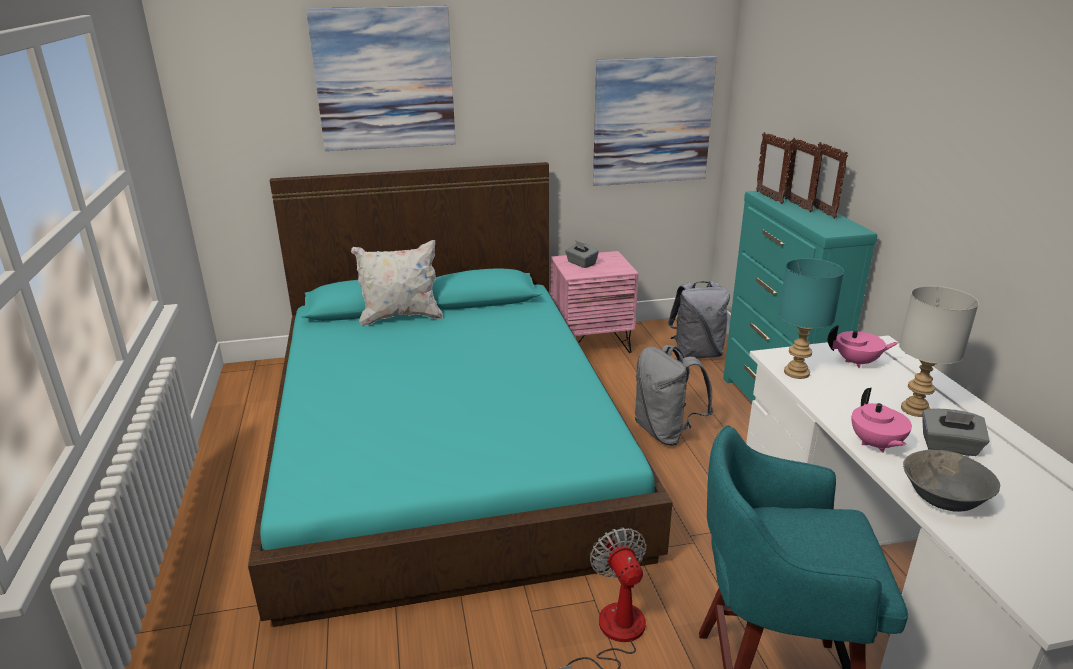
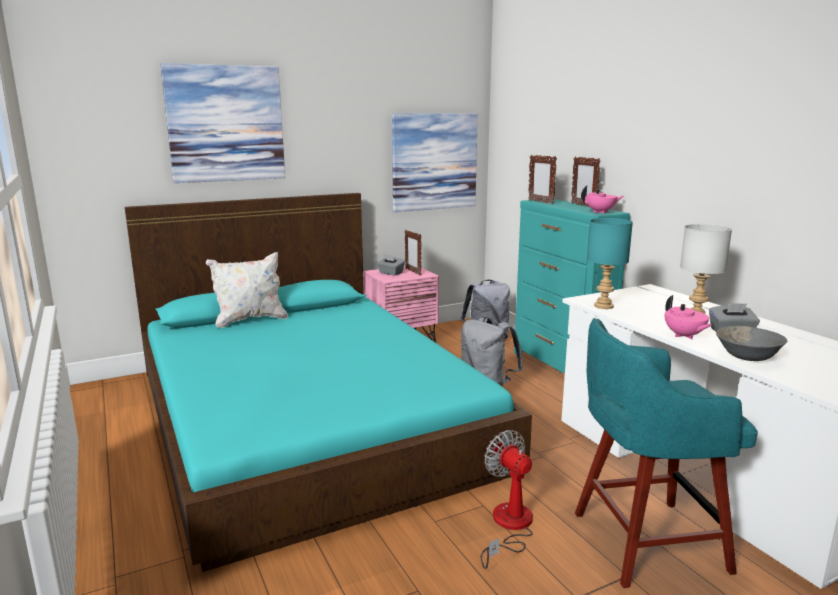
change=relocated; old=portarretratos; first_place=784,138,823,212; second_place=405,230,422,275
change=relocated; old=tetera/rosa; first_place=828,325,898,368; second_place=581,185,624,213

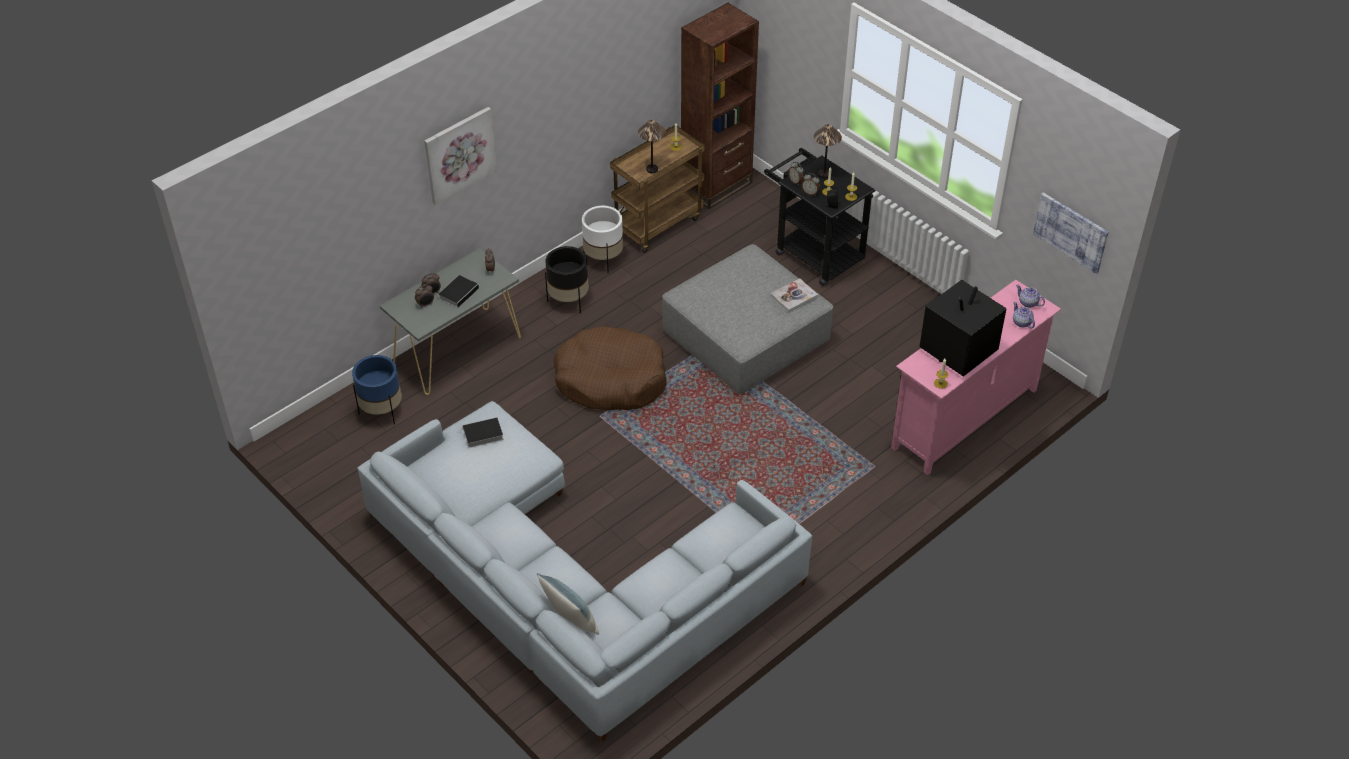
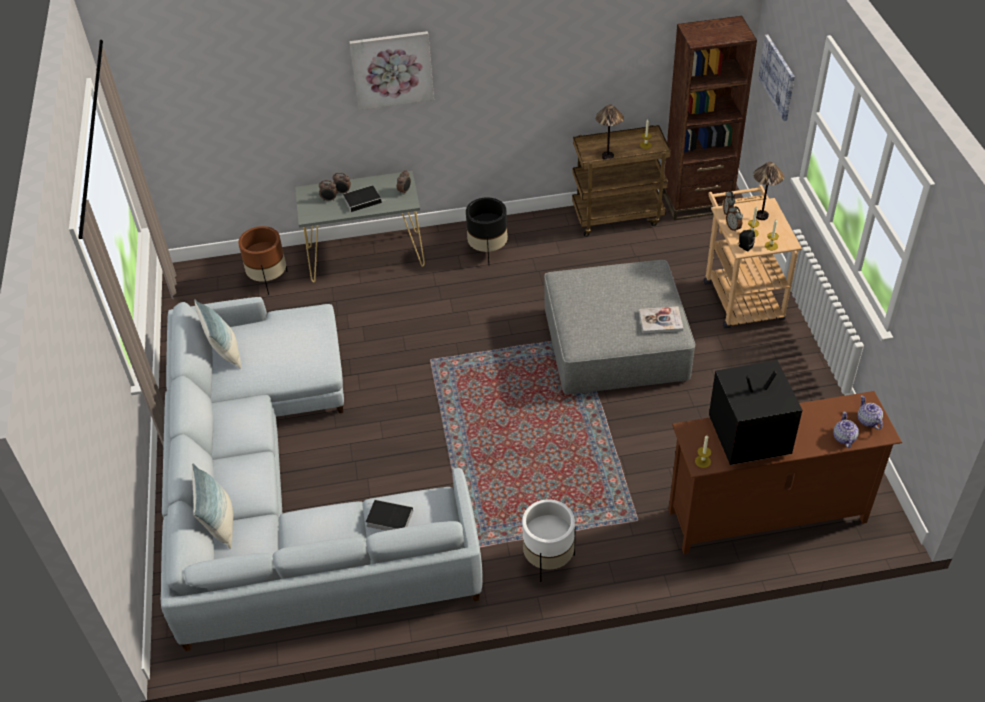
change=missing; old=cama para perro/marrón; first_place=553,326,666,410
change=appeared; new=cojín; second_place=194,300,241,369
change=relocated; old=libro; first_place=457,417,503,448; second_place=366,499,413,531
change=relocated; old=maceta/blanco; first_place=582,206,623,273; second_place=522,499,576,582
change=relocated; old=cuadro; first_place=1033,192,1108,274; second_place=758,34,795,121
change=colour; old=maceta/azul; new=maceta/marrón; first_place=352,355,402,425; second_place=238,226,288,295
change=colour; old=carrito/negro; new=carrito/beis; first_place=764,148,875,286; second_place=704,185,802,329
change=colour; old=mueble de televisión/rosa; new=mueble de televisión/marrón; first_place=891,280,1061,475; second_place=668,391,902,554

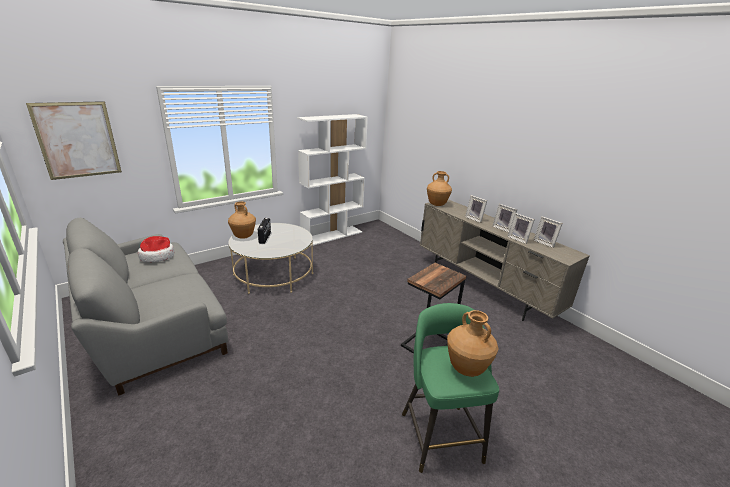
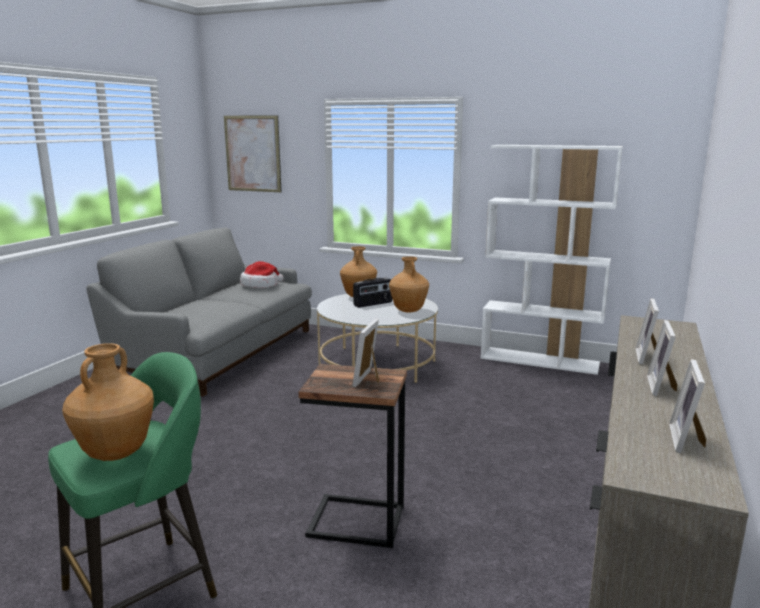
change=relocated; old=florero/marrón; first_place=427,171,452,206; second_place=389,256,429,313
change=relocated; old=portarretratos; first_place=507,213,535,244; second_place=352,319,379,387

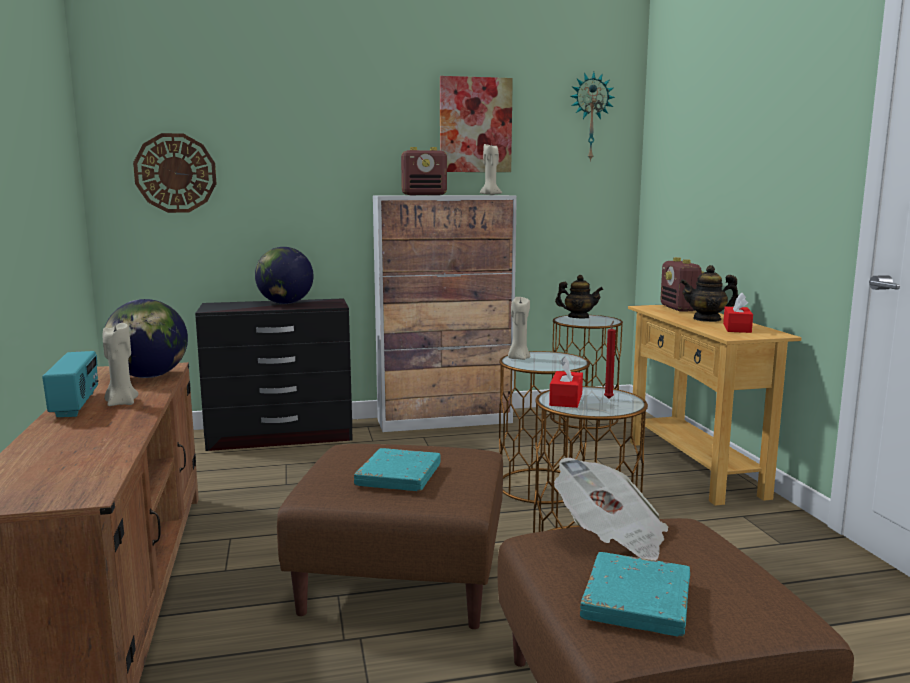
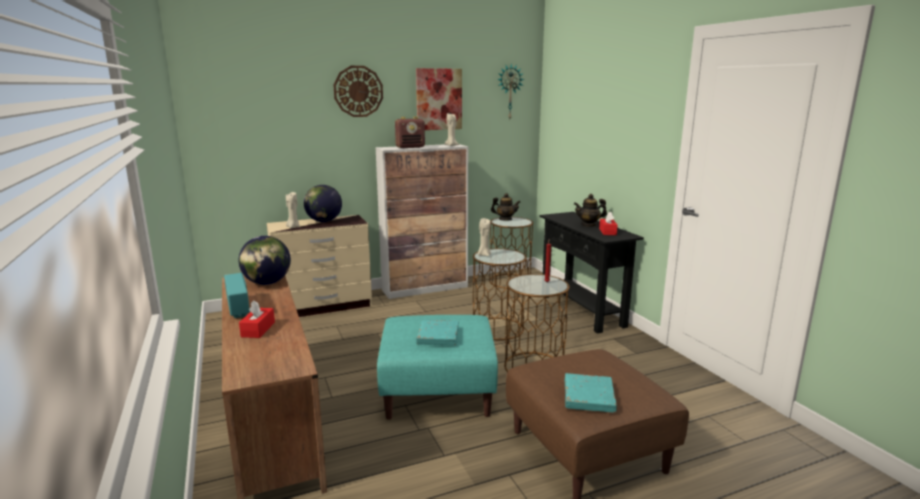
change=missing; old=periódico; first_place=554,457,668,560
change=missing; old=radio; first_place=660,257,703,312
change=relocated; old=vela/beis; first_place=103,323,138,406; second_place=286,192,300,228
change=relocated; old=reloj de pared; first_place=133,133,216,213; second_place=334,66,383,117
change=relocated; old=caja de pañuelos/rojo; first_place=549,356,583,408; second_place=239,300,275,338
change=colour; old=cómoda/negro; new=cómoda/beis; first_place=195,298,353,451; second_place=267,215,372,317
change=colour; old=puf/marrón; new=puf/turquesa; first_place=277,444,503,629; second_place=377,315,498,420
change=colour; old=mesa consola/beis; new=mesa consola/negro; first_place=628,305,802,506; second_place=540,212,644,334

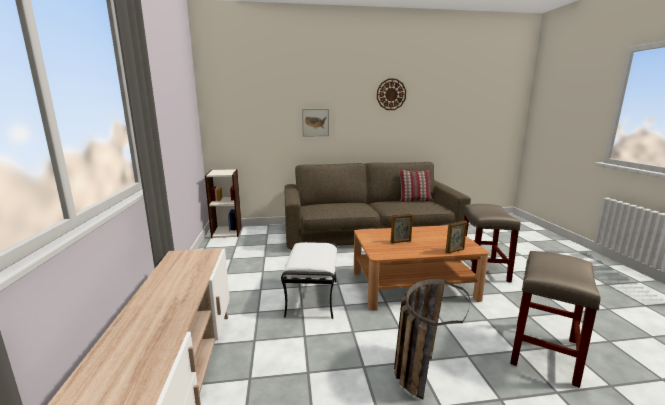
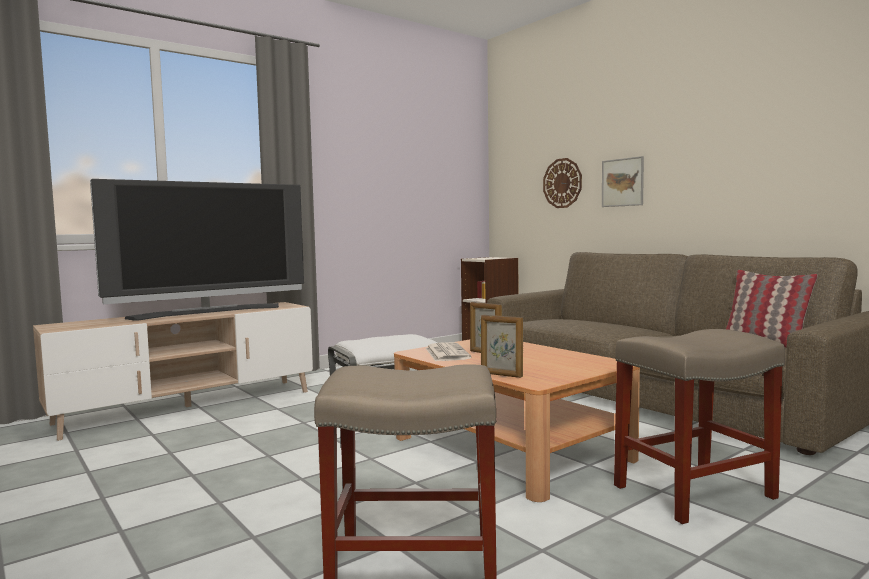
change=missing; old=cesta; first_place=394,279,470,399
change=appeared; new=televisor; second_place=90,179,304,321
change=appeared; new=periódico; second_place=426,342,471,361
change=relocated; old=reloj de pared; first_place=377,79,406,110; second_place=543,158,582,208

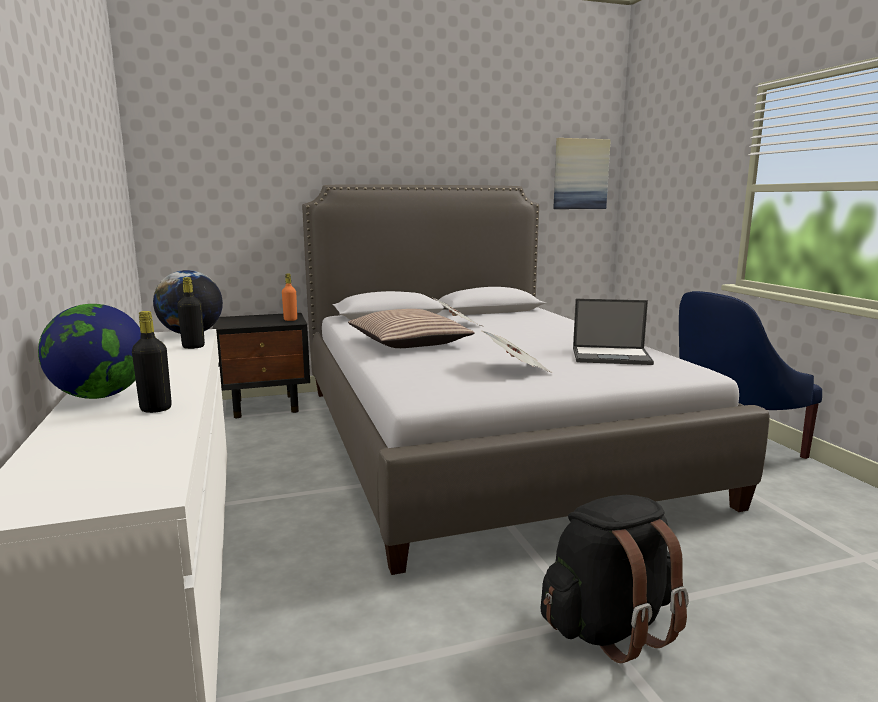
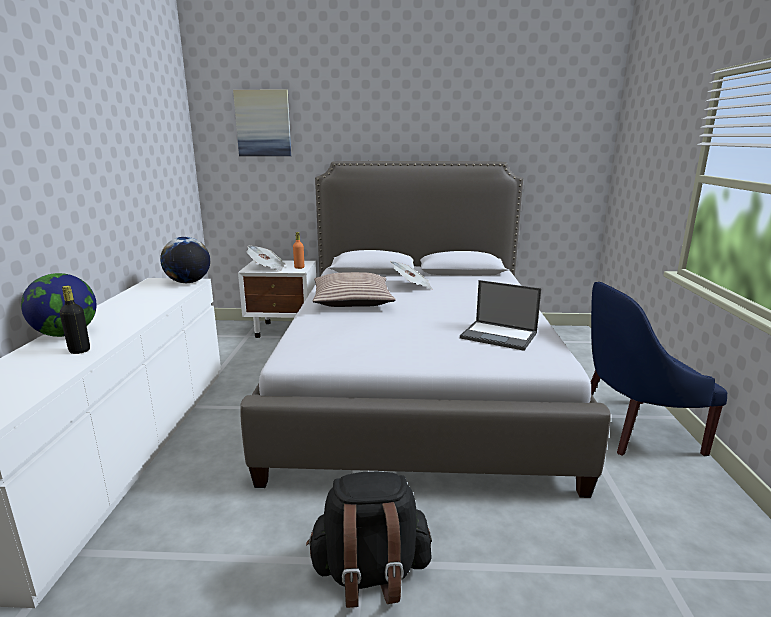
change=missing; old=botella/negro; first_place=177,277,205,349
change=relocated; old=periódico; first_place=480,330,554,373; second_place=246,245,285,271
change=relocated; old=cuadro; first_place=553,138,611,209; second_place=233,90,292,156
change=colour; old=mesita de noche/negro; new=mesita de noche/blanco; first_place=213,313,310,418; second_place=238,260,316,338

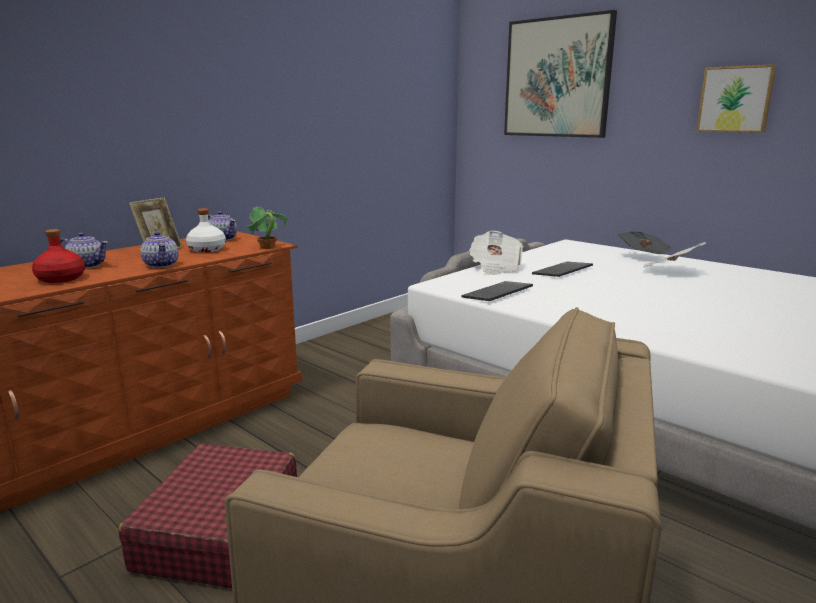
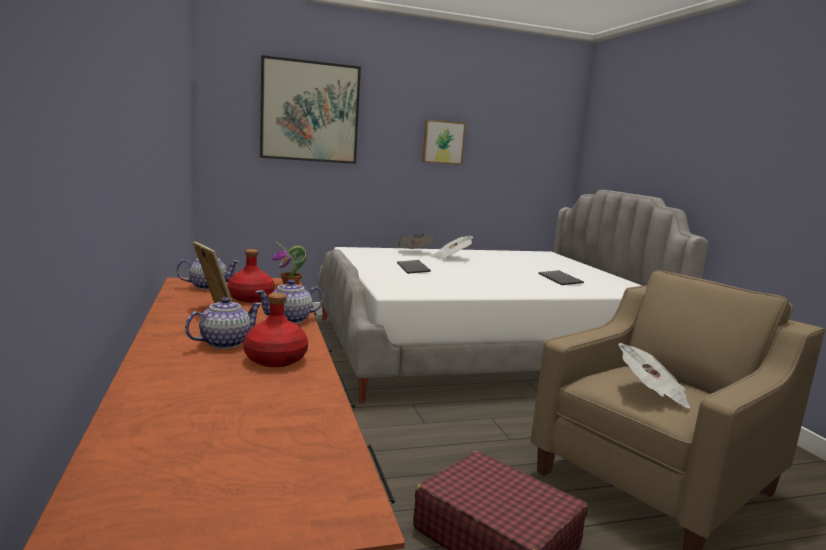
change=relocated; old=teclado; first_place=461,281,533,301; second_place=538,270,584,285
change=relocated; old=periódico; first_place=469,231,523,275; second_place=618,343,691,409
change=colour; old=botella/blanco; new=botella/rojo; first_place=186,208,226,253; second_place=227,249,275,303
change=spun; old=tetera; first_place=140,231,178,268; second_place=256,280,324,324; degrees=150

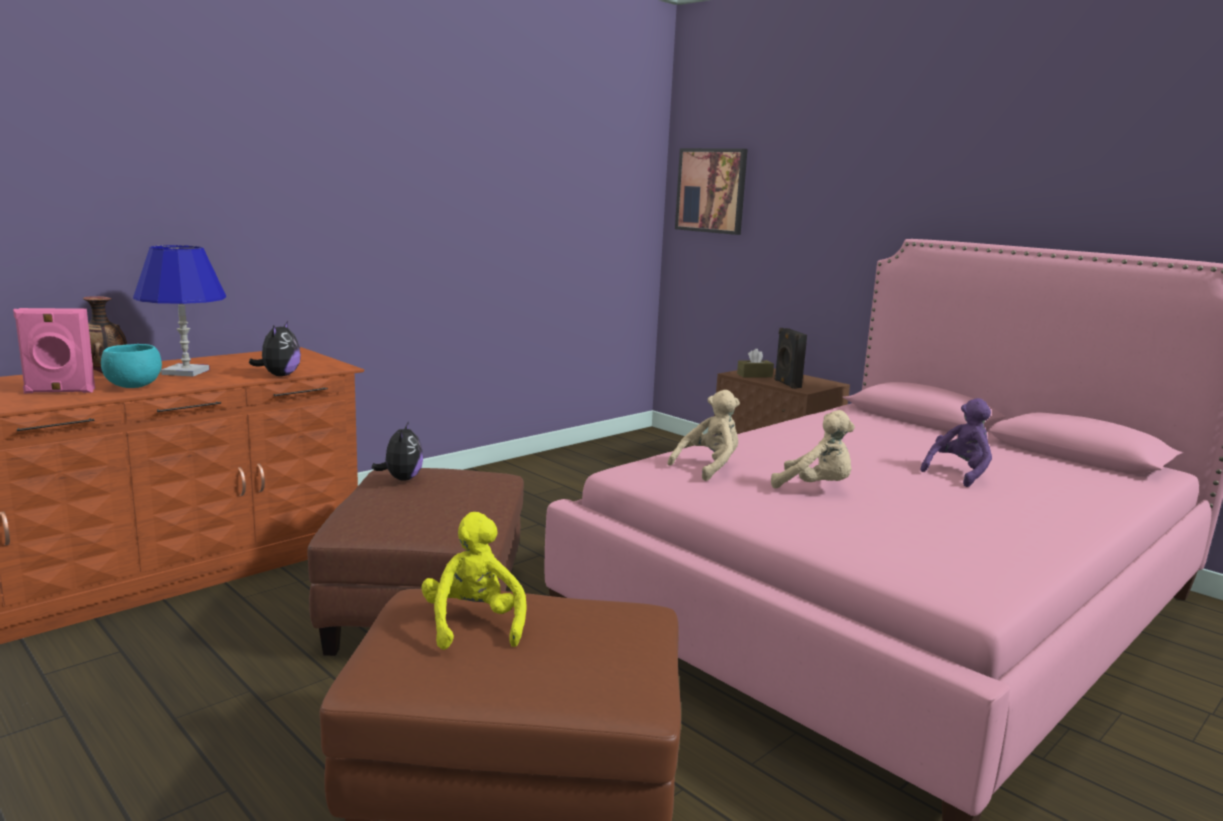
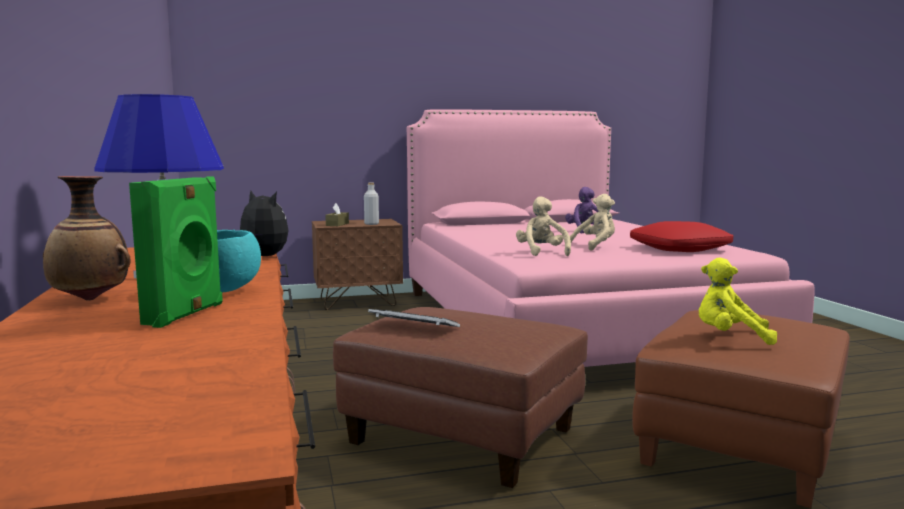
change=missing; old=cuadro; first_place=675,148,748,235
change=appeared; new=cojín/rojo; second_place=630,221,733,252
change=exchanged; old=peluche; new=teclado; first_place=372,421,423,481; second_place=368,309,460,327
change=exchanged; old=altavoz/negro; new=botella/gris; first_place=774,328,807,389; second_place=364,183,379,225
change=colour; old=altavoz/rosa; new=altavoz/verde; first_place=13,308,95,393; second_place=129,176,223,328

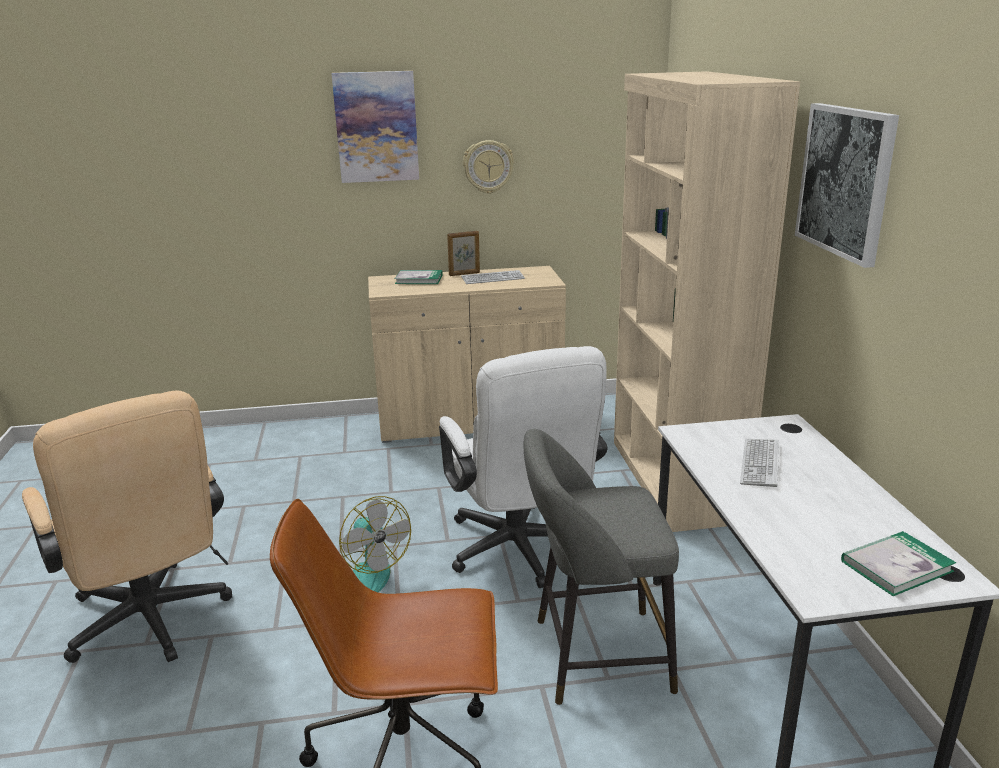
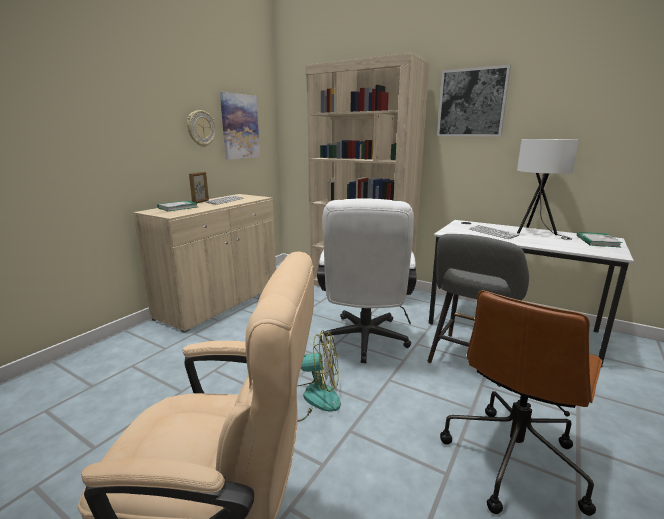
change=appeared; new=lámpara de mesa/blanco; second_place=517,139,579,240
change=relocated; old=cuadro; first_place=331,71,419,183; second_place=220,92,260,160
change=spun; old=silla de oficina/blanco; first_place=439,346,607,588; second_place=317,198,417,363; degrees=75

